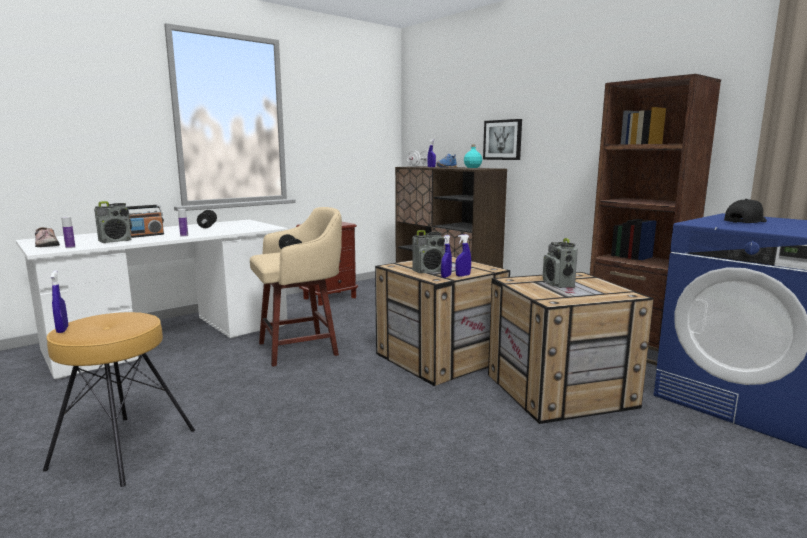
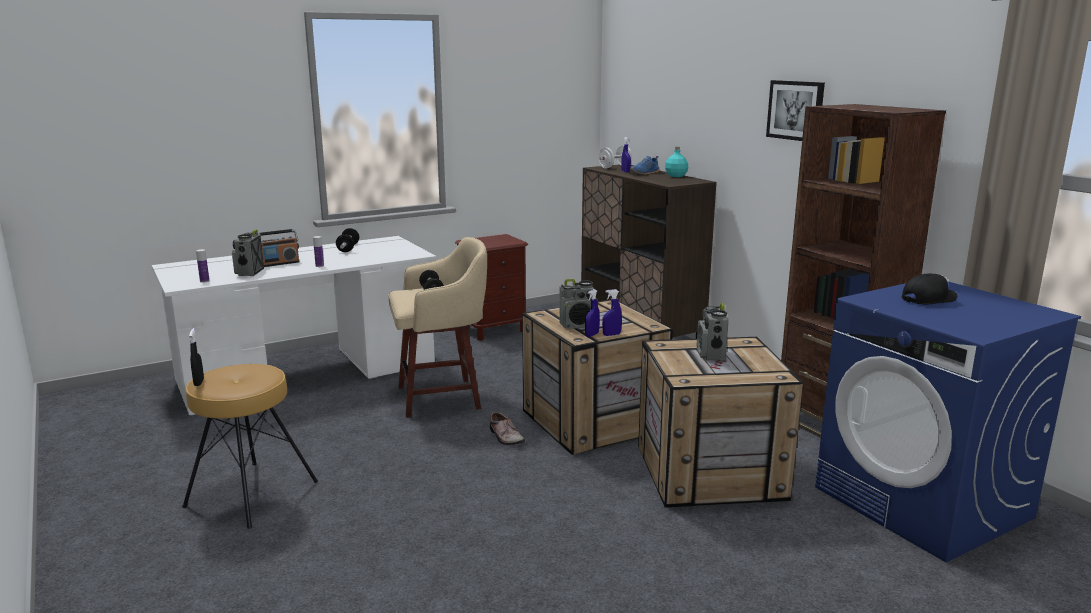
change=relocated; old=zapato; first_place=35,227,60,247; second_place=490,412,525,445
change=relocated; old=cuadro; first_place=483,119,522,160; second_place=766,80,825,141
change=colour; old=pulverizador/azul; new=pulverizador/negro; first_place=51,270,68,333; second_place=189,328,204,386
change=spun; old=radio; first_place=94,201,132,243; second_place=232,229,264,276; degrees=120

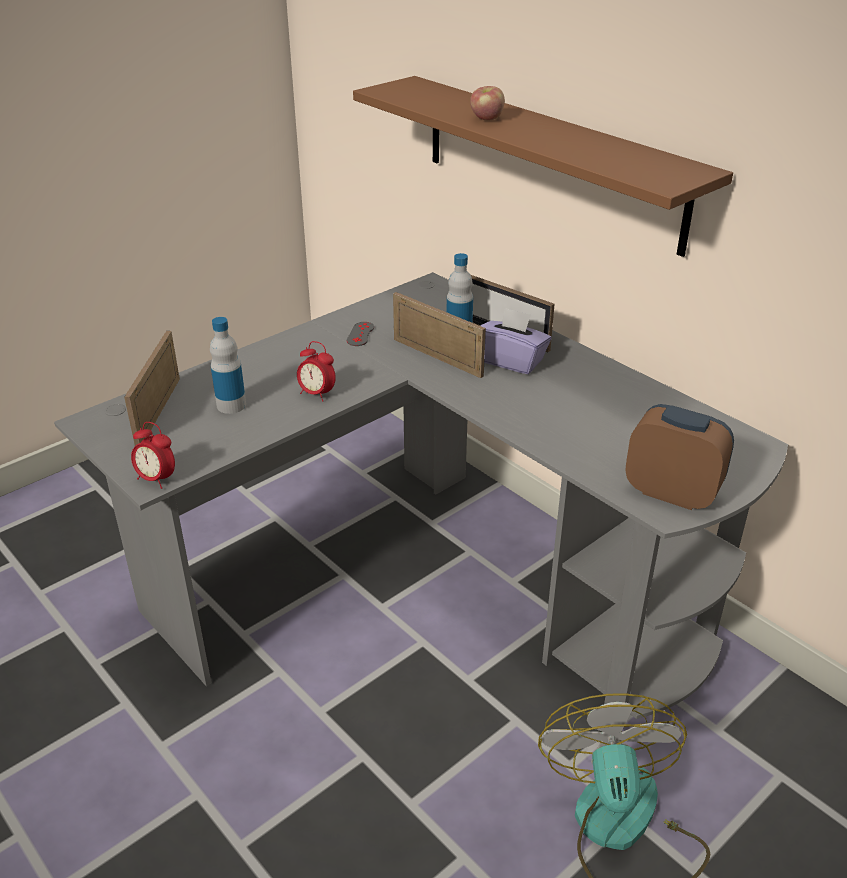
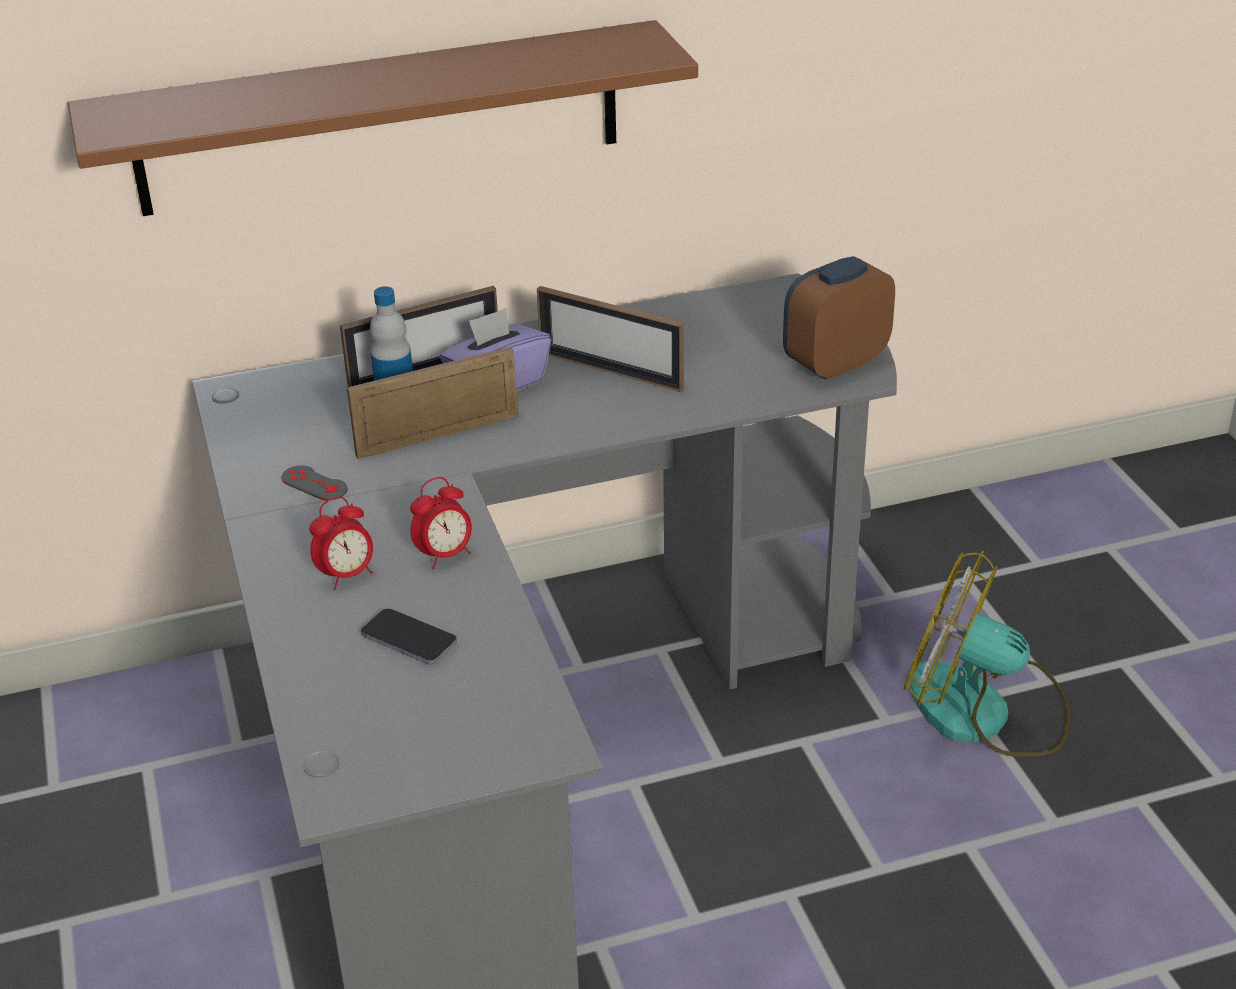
change=missing; old=manzana; first_place=470,86,505,121
change=relocated; old=portarretratos; first_place=124,331,180,446; second_place=537,286,684,392
change=relocated; old=despertador; first_place=131,422,175,489; second_place=309,497,373,590
change=exchanged; old=botella; new=móvil; first_place=210,317,246,414; second_place=361,608,457,664

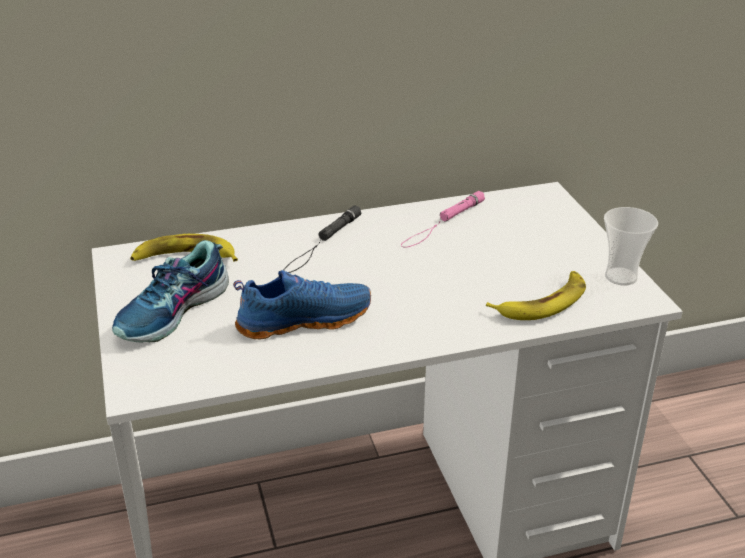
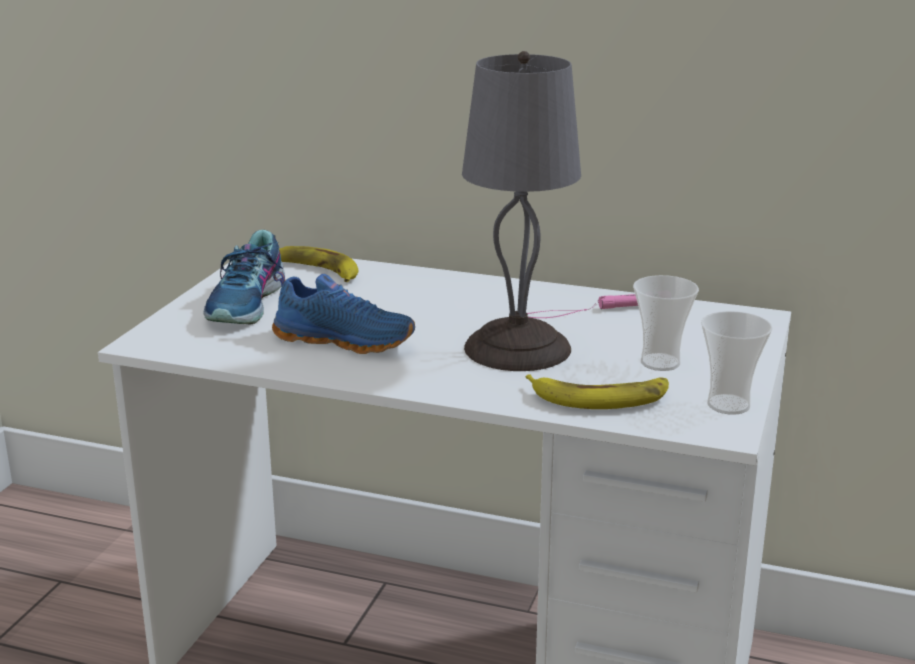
change=missing; old=linterna/negro; first_place=284,205,361,273
change=appeared; new=lámpara de mesa/gris; second_place=462,51,581,371
change=appeared; new=taza; second_place=633,275,699,371
change=spun; old=zapato; first_place=112,240,229,343; second_place=203,230,285,324; degrees=-60

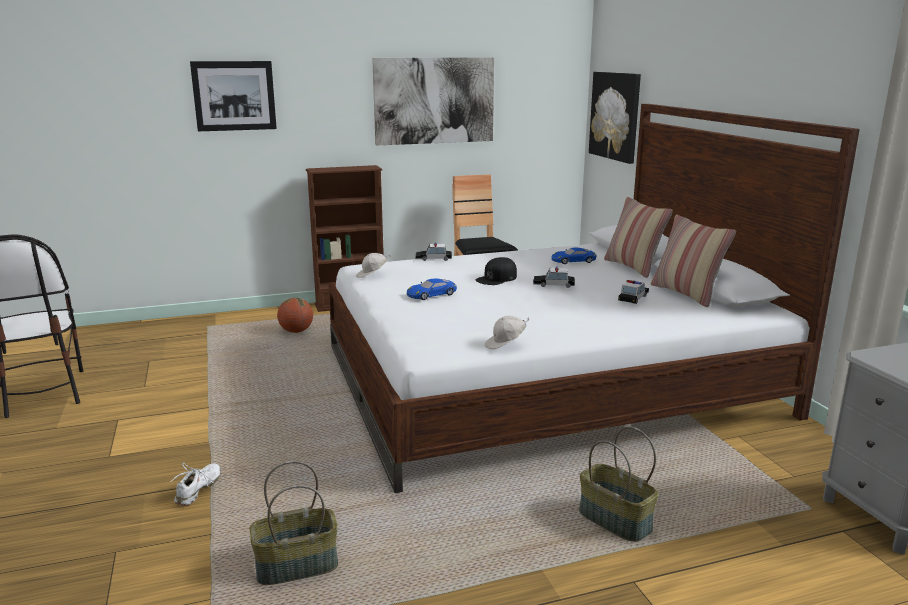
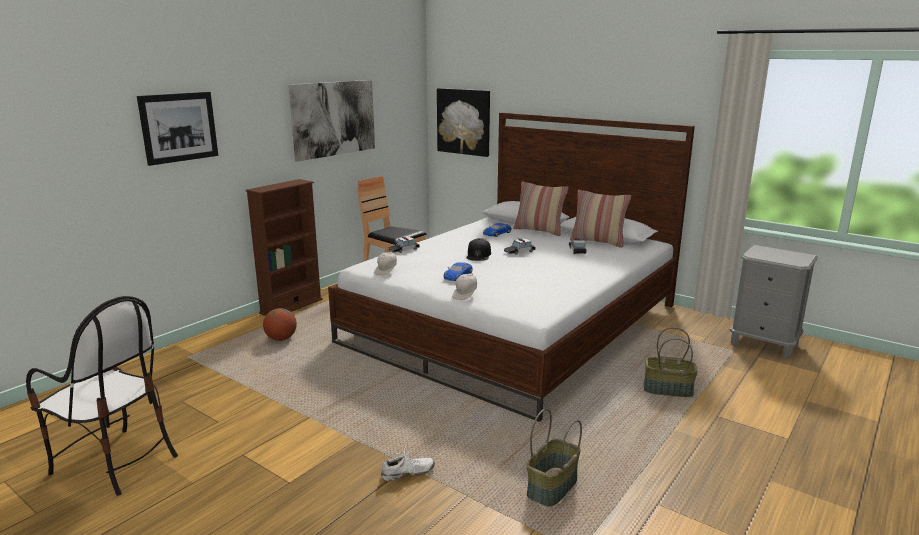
change=relocated; old=gorra/blanco; first_place=485,316,529,349; second_place=452,273,477,300
change=spun; old=zapato/blanco; first_place=170,462,221,506; second_place=381,445,435,481; degrees=90

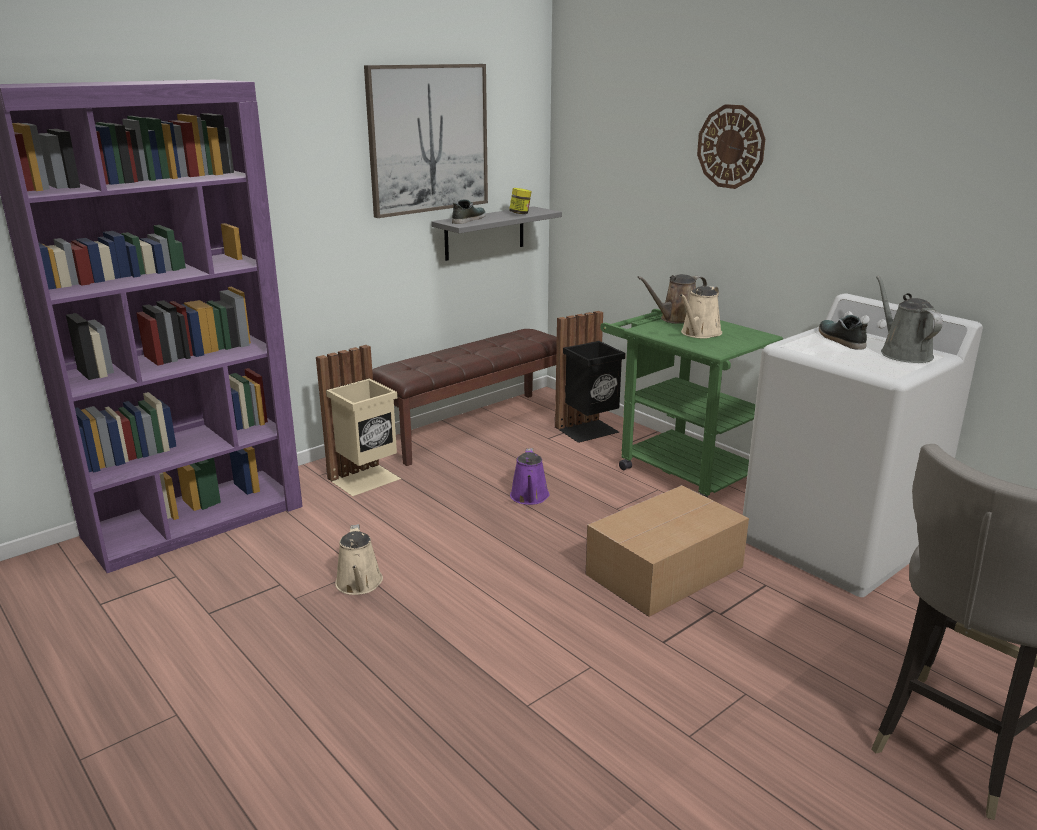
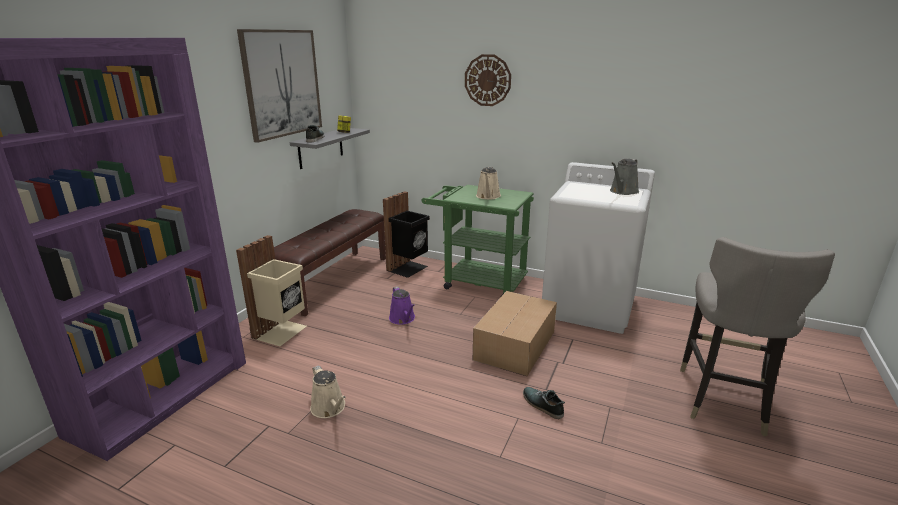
change=missing; old=regadera/marrón; first_place=637,274,707,324
change=relocated; old=zapato; first_place=819,315,868,350; second_place=523,387,565,419
change=spun; old=regadera/gris; first_place=876,276,943,363; second_place=610,159,639,195; degrees=-105

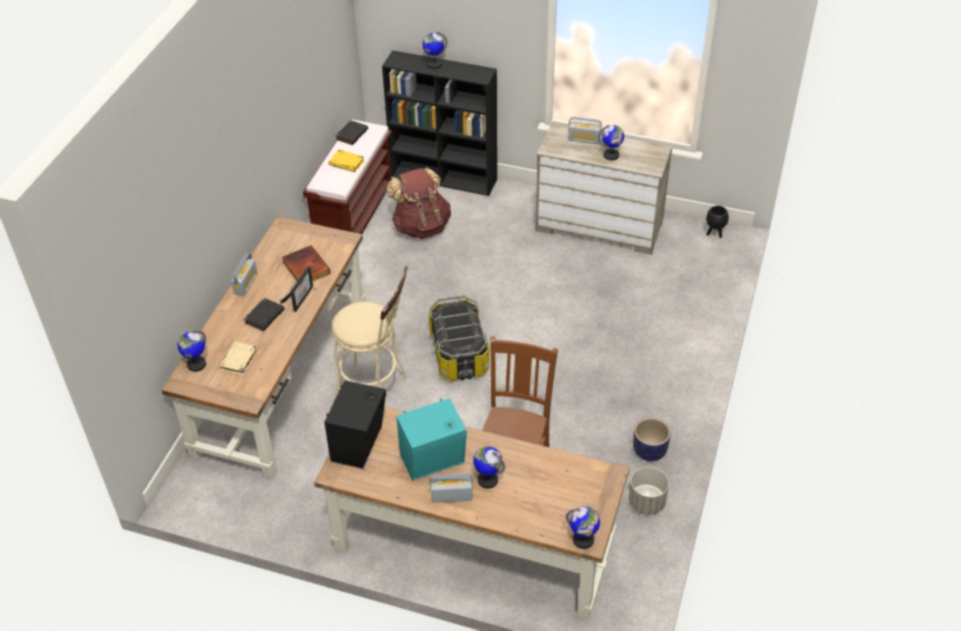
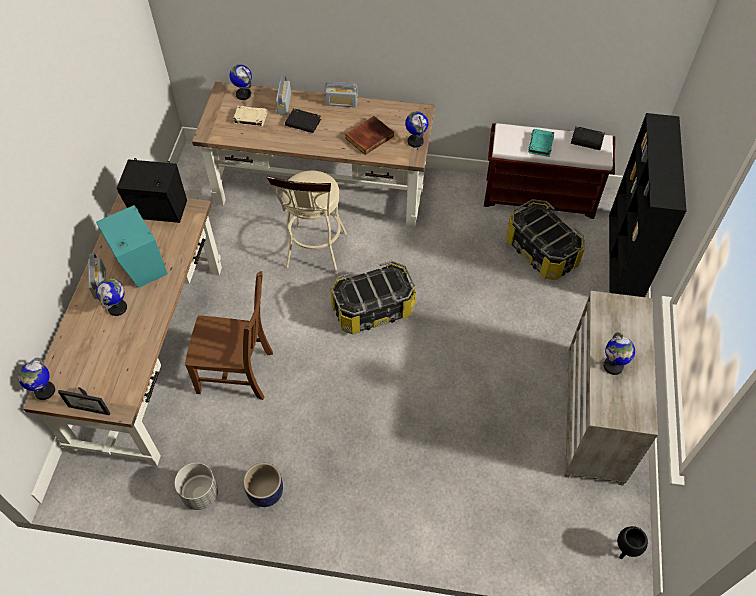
change=relocated; old=portarretratos; first_place=280,266,313,312; second_place=58,387,110,415
change=relocated; old=globo terráqueo; first_place=422,32,447,69; second_place=405,112,429,148
change=relocated; old=radio; first_place=568,117,602,144; second_place=276,75,291,115
change=exchanged; old=mochila/marrón; new=caja de almacenaje; first_place=387,168,451,239; second_place=506,199,585,280
change=colour; old=libro/amarillo; new=libro/turquesa; first_place=329,150,365,172; second_place=528,129,554,157

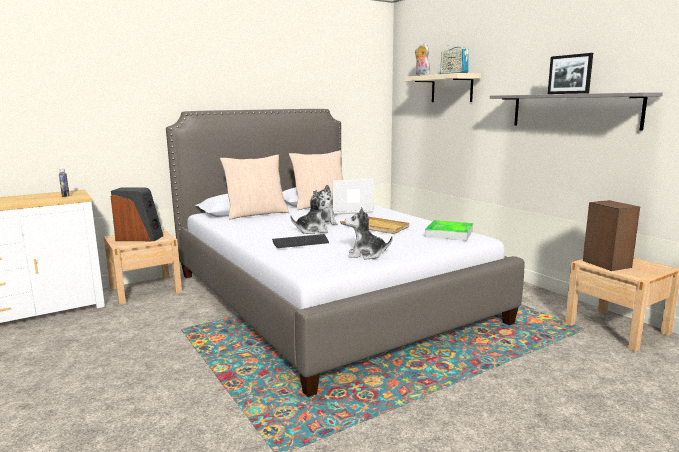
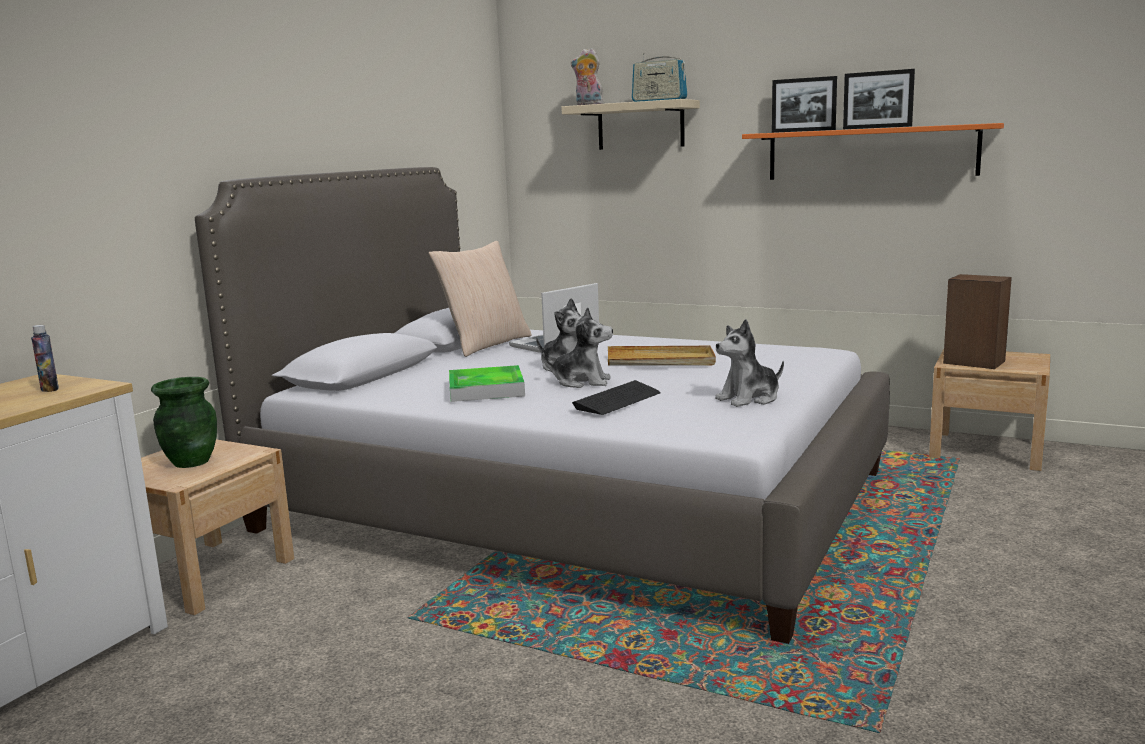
change=missing; old=cojín/beis; first_place=220,155,289,219
change=appeared; new=portarretratos; second_place=772,76,837,133
change=relocated; old=bandeja; first_place=425,220,473,241; second_place=449,365,525,402
change=exchanged; old=altavoz; new=florero/verde; first_place=111,187,163,241; second_place=151,377,217,468
change=colour; old=estante/gris; new=estante/naranja; first_place=490,92,663,131; second_place=742,123,1004,180
change=spun; old=peluche; first_place=291,190,331,234; second_place=542,307,613,388; degrees=45

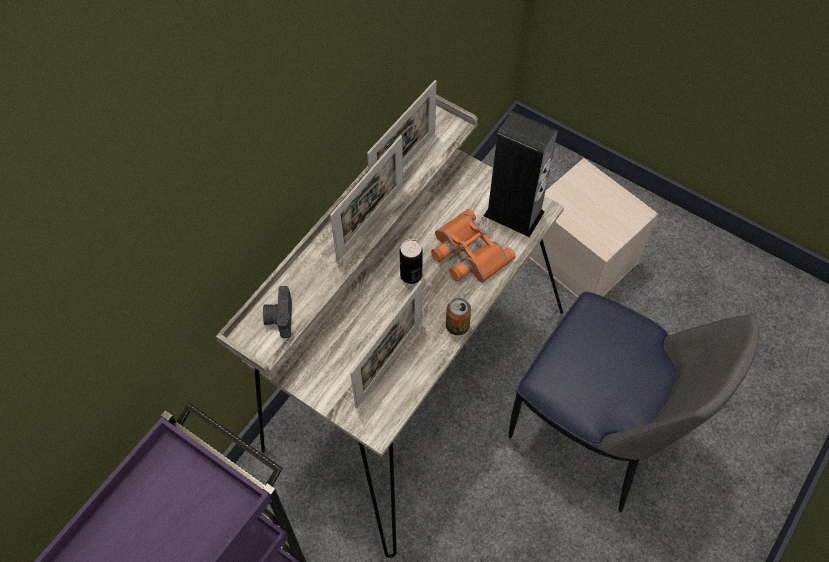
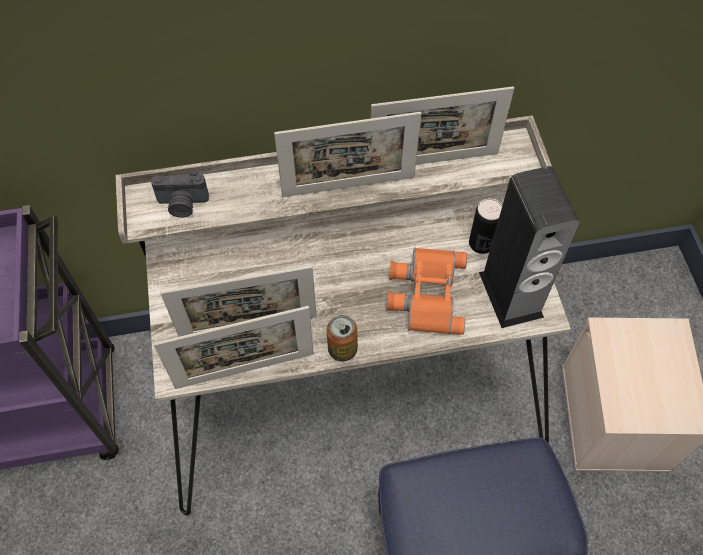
change=appeared; new=portarretratos; second_place=153,306,314,389
change=relocated; old=lata; first_place=400,239,423,284; second_place=469,198,502,254
change=spun; old=cámara; first_place=263,286,292,338; second_place=151,172,209,218; degrees=-135

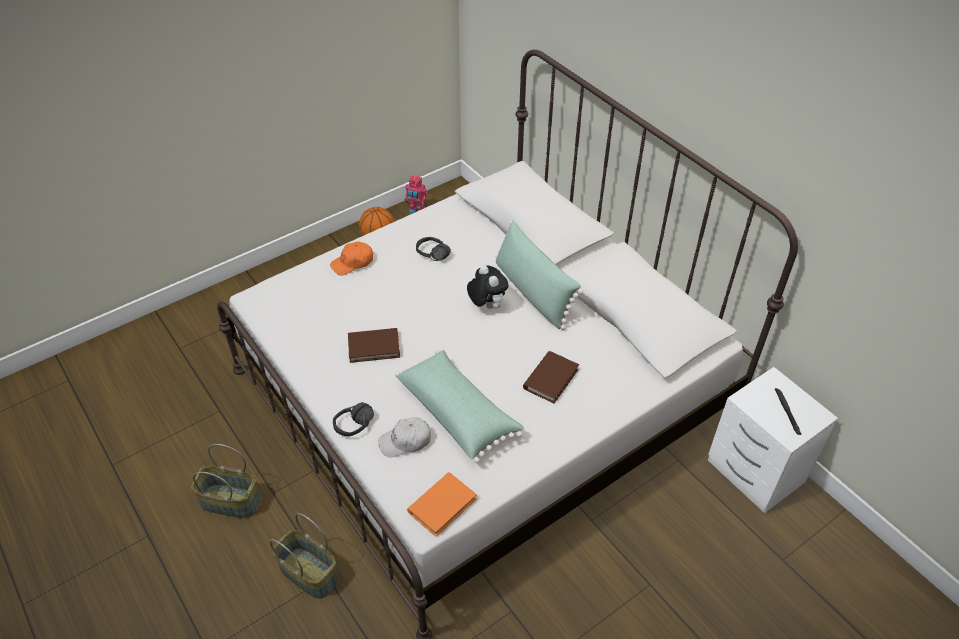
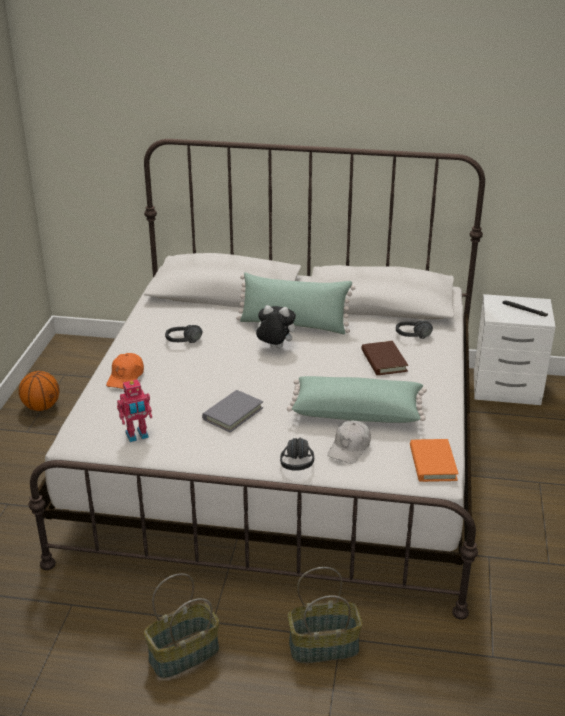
change=appeared; new=auriculares/negro; second_place=396,321,433,339
change=relocated; old=robot de juguete; first_place=405,175,427,214; second_place=117,379,152,442
change=colour; old=libro/marrón; new=libro/gris; first_place=348,328,400,363; second_place=202,390,263,432

